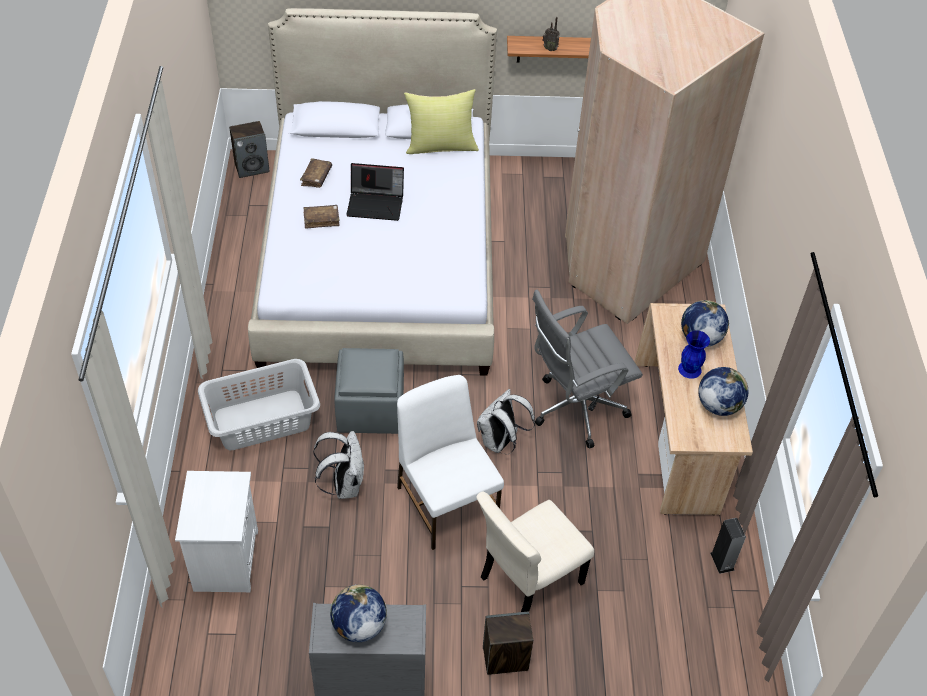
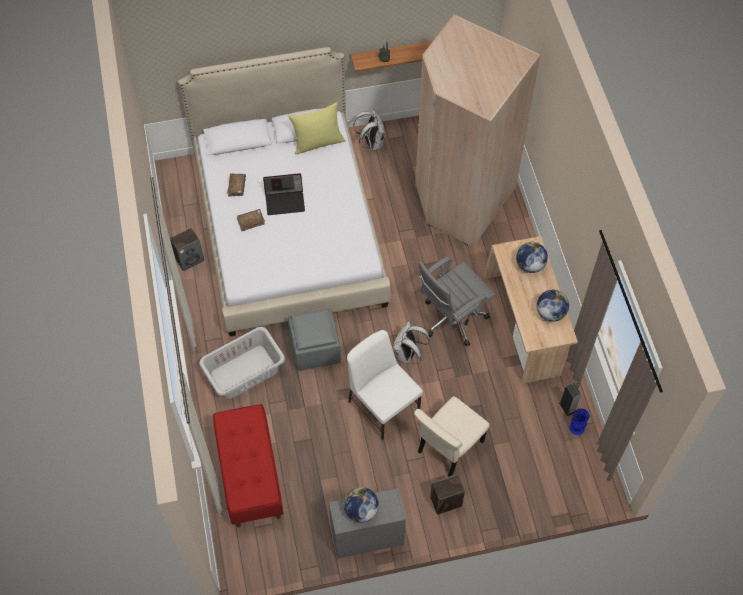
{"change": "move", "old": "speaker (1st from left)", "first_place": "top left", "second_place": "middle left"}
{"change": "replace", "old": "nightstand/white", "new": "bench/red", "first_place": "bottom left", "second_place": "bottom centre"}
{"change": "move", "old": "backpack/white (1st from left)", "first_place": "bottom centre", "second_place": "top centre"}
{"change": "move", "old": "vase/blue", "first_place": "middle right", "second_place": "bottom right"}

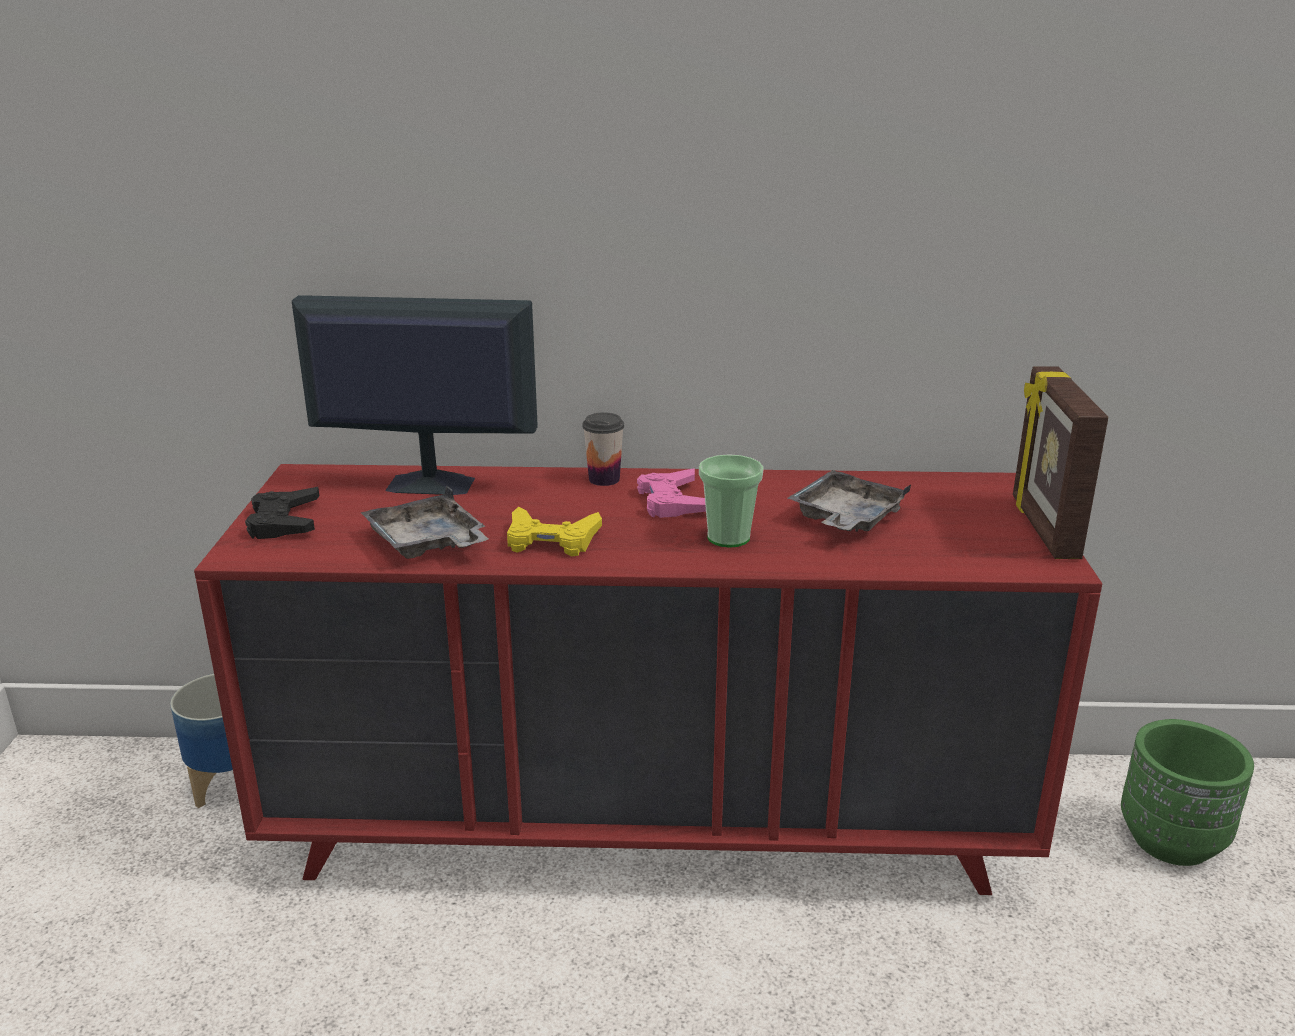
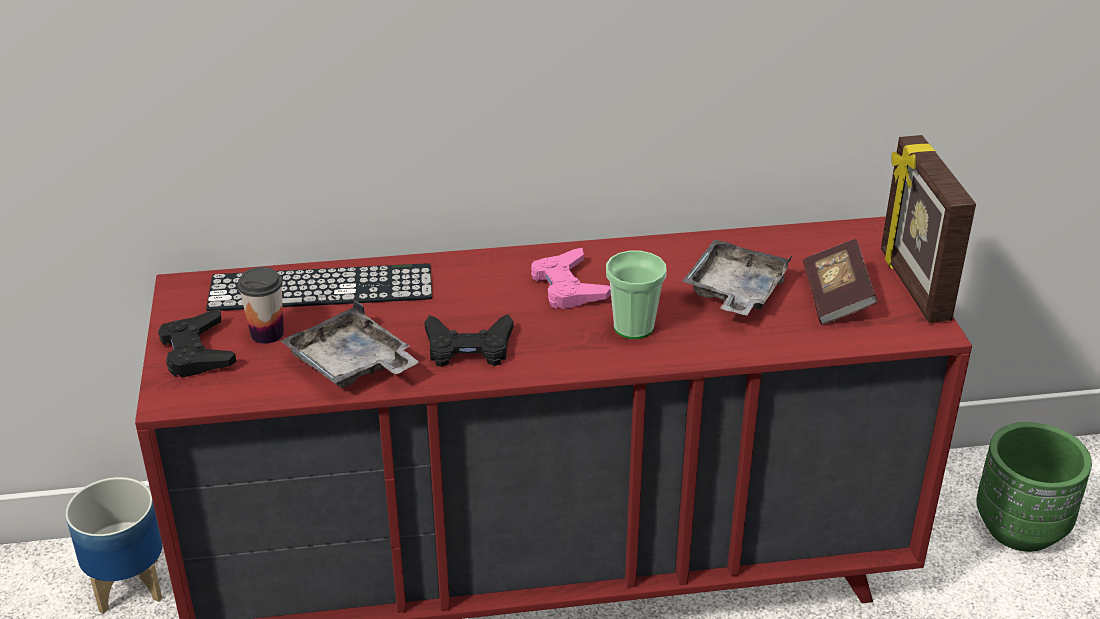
{"change": "replace", "old": "monitor", "new": "keyboard", "first_place": "middle left", "second_place": "middle left"}
{"change": "move", "old": "cup (1st from left)", "first_place": "centre", "second_place": "middle left"}
{"change": "recolor", "old": "game controller/yellow", "new": "game controller/black (2nd from left)", "first_place": "centre", "second_place": "centre"}
{"change": "insert", "new": "book", "second_place": "middle right"}

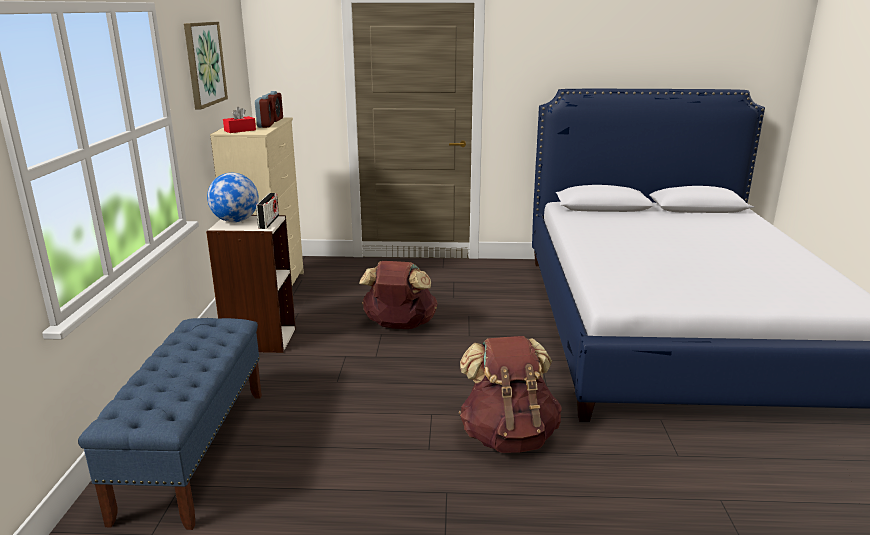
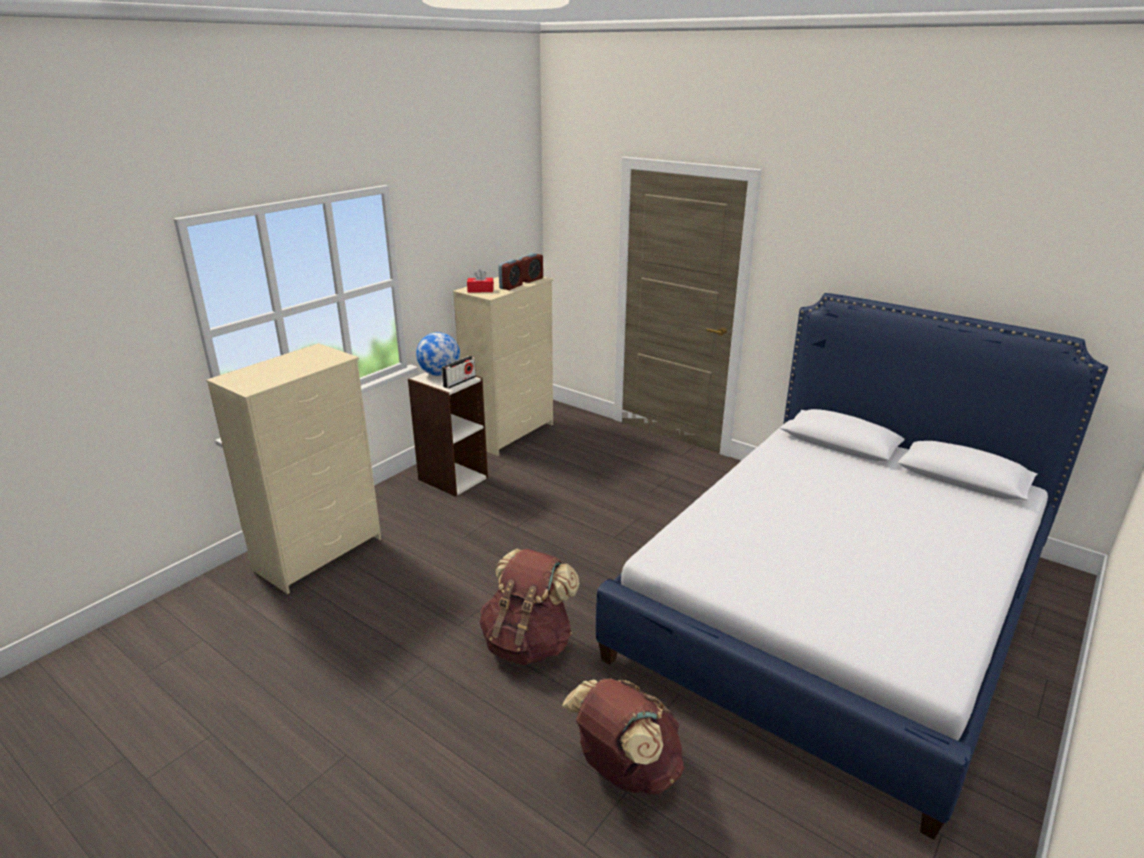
{"change": "replace", "old": "bench/blue", "new": "dresser/beige (1st from left)", "first_place": "bottom left", "second_place": "middle left"}
{"change": "move", "old": "backpack/brown (1st from left in the first image)", "new": "backpack/brown (2nd from left)", "first_place": "centre", "second_place": "bottom centre"}
{"change": "delete", "old": "picture", "first_place": "top left"}

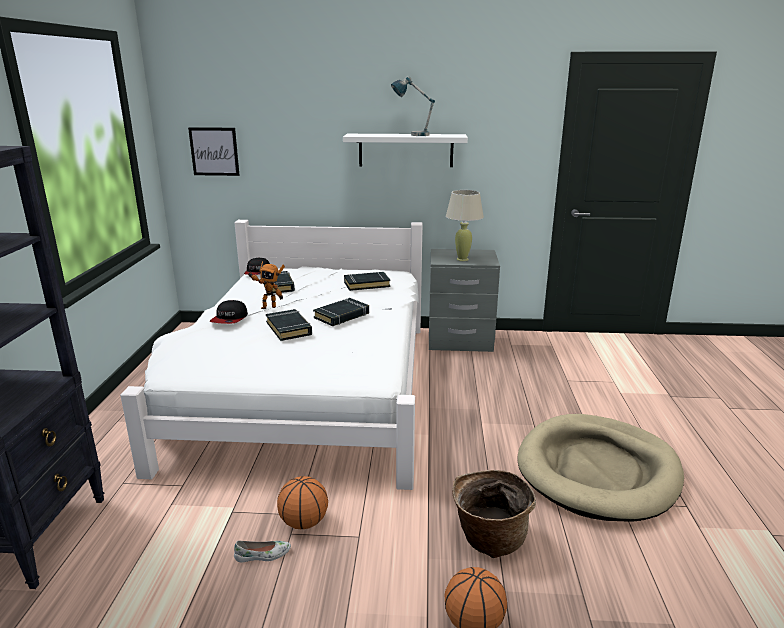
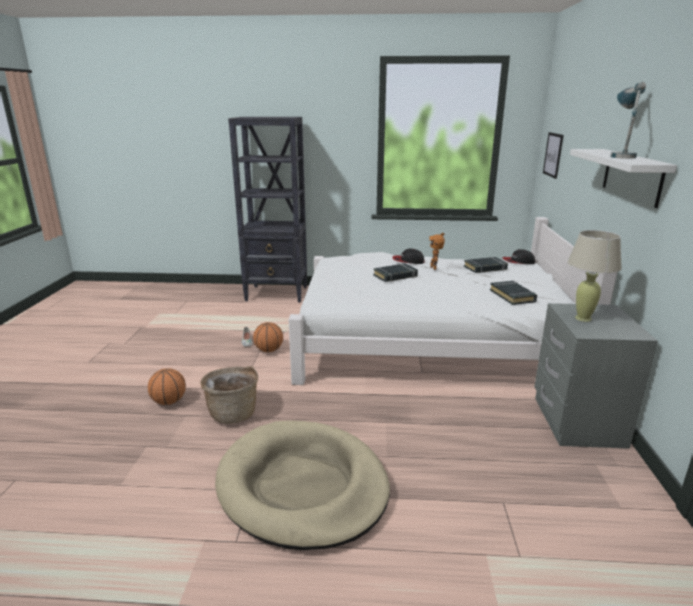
{"change": "delete", "old": "book/black (3rd from left)", "first_place": "centre"}

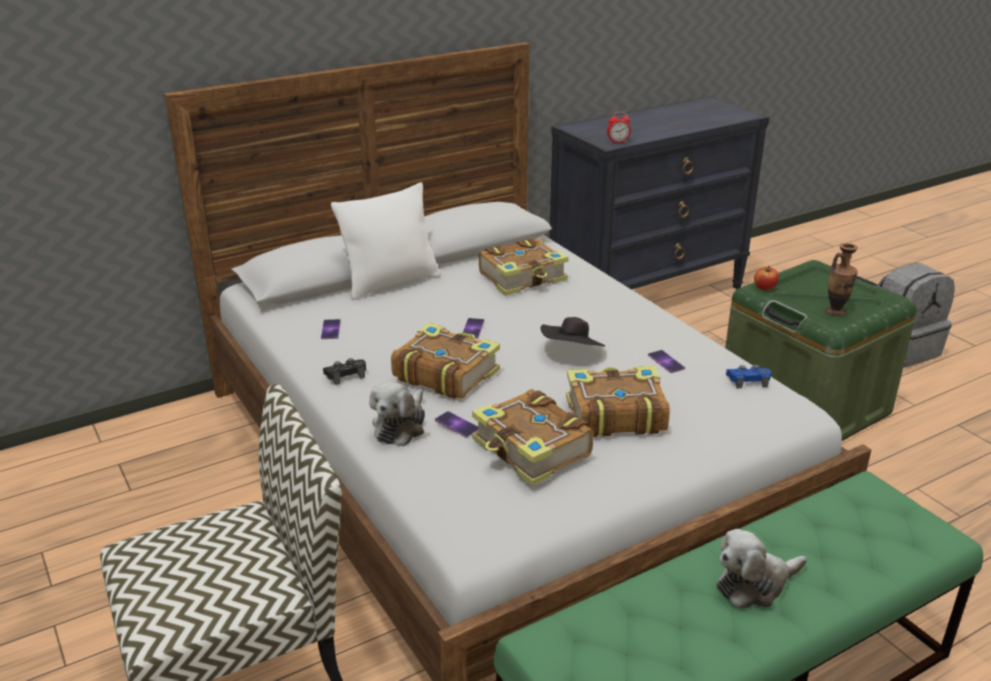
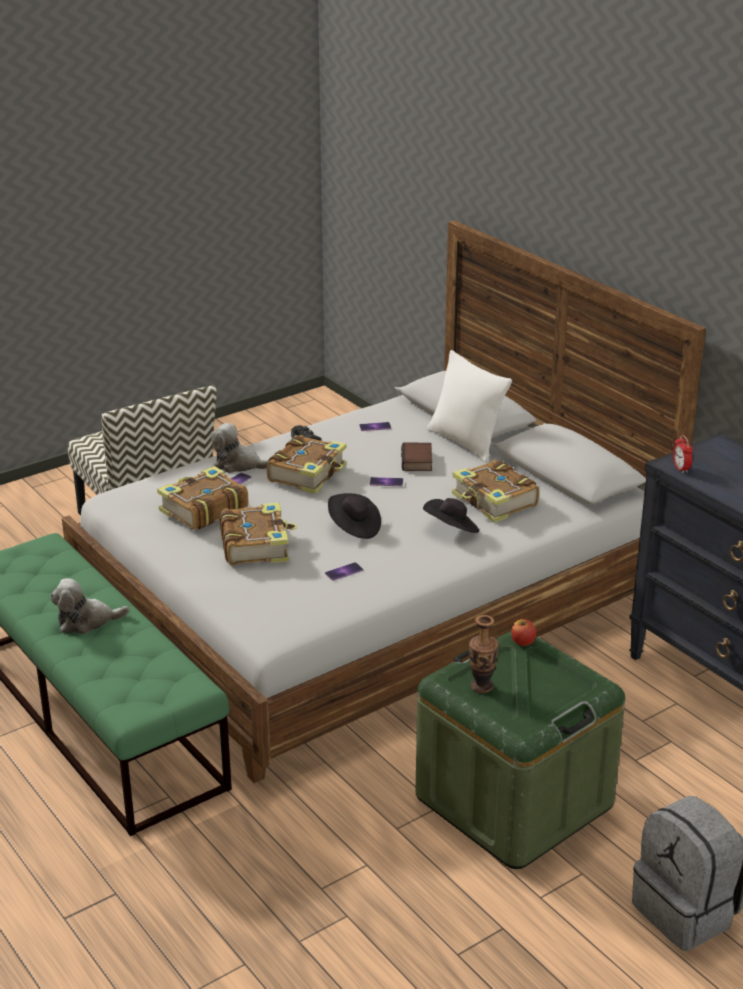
{"change": "rotate", "old": "plush toy (2nd from left in the first image)", "first_place": "bottom right", "second_place": "middle left", "degrees": -75}
{"change": "insert", "new": "book (4th from left)", "second_place": "centre"}
{"change": "insert", "new": "hat/black (2nd from left)", "second_place": "centre"}
{"change": "delete", "old": "game controller/blue", "first_place": "middle right"}

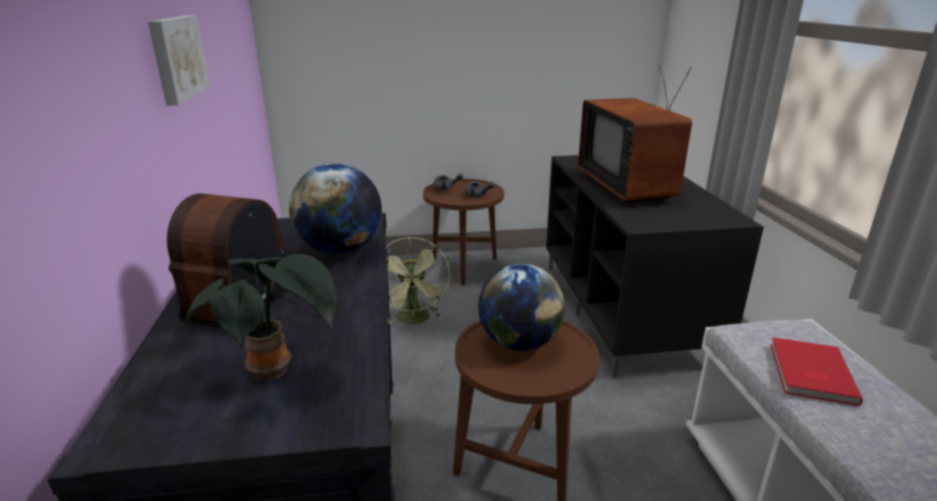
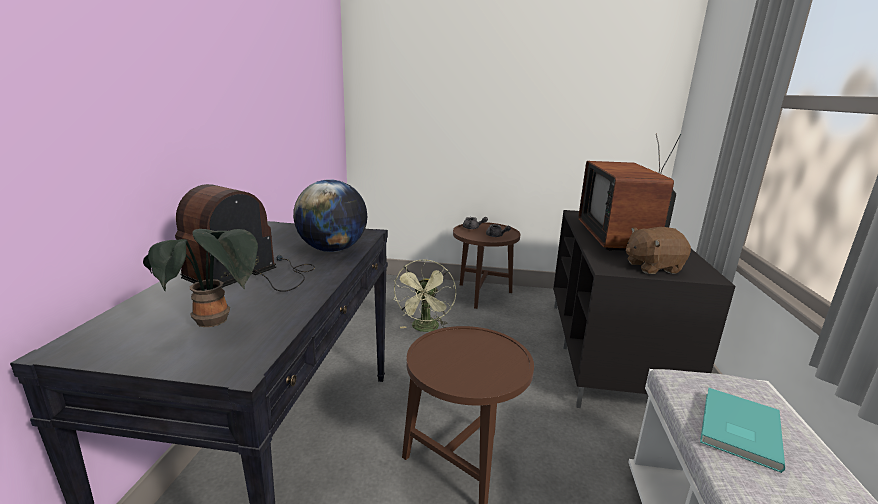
{"change": "insert", "new": "plush toy/brown", "second_place": "middle right"}
{"change": "recolor", "old": "book/red", "new": "book/turquoise", "first_place": "bottom right", "second_place": "bottom right"}
{"change": "delete", "old": "picture", "first_place": "top left"}
{"change": "delete", "old": "globe (2nd from left)", "first_place": "centre"}

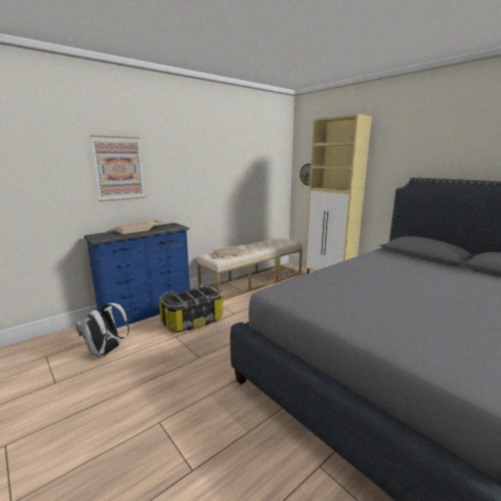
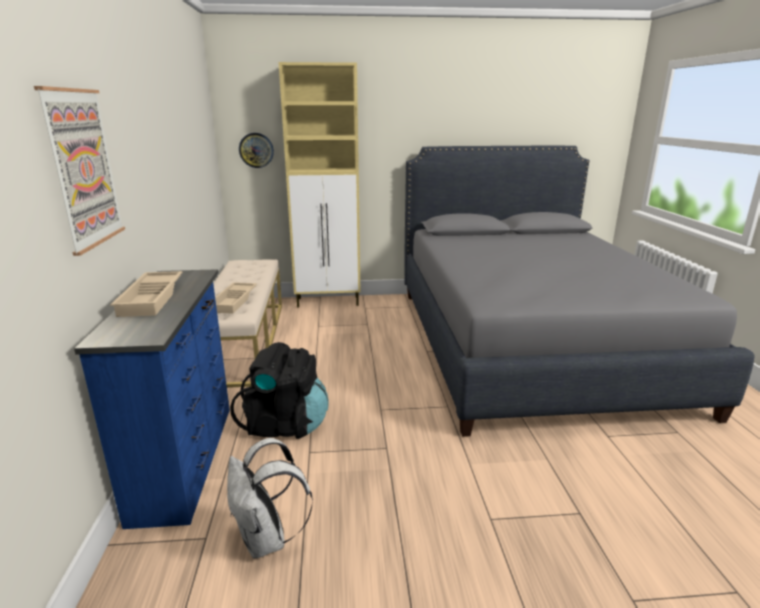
{"change": "replace", "old": "storage box", "new": "backpack/black", "first_place": "centre", "second_place": "centre"}

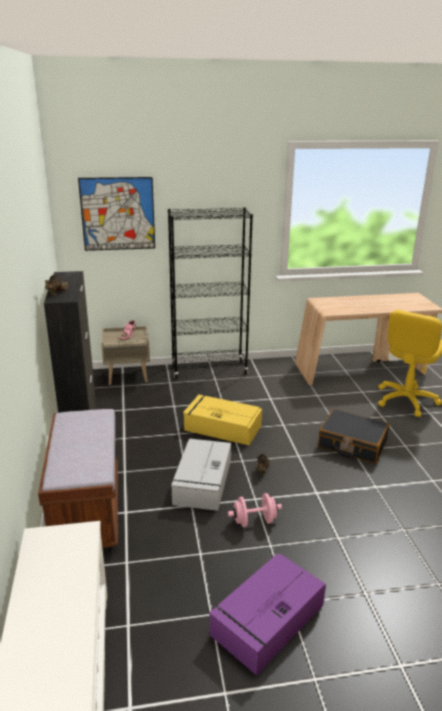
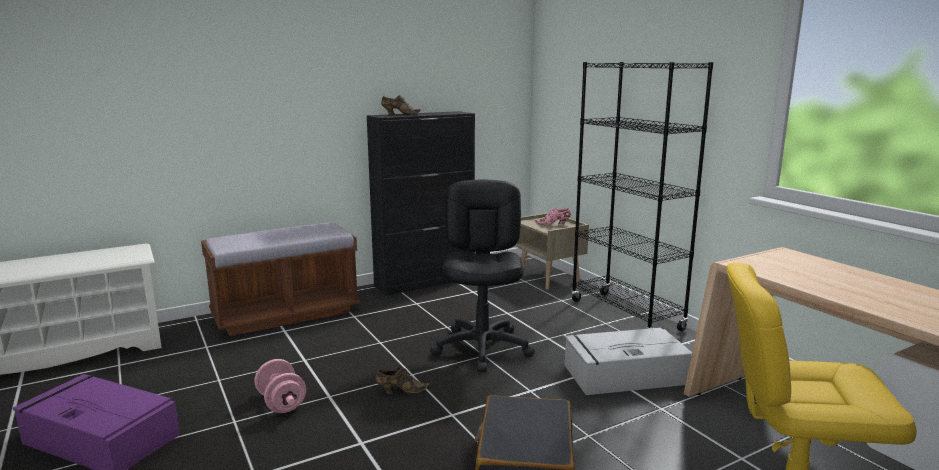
{"change": "replace", "old": "storage box/yellow", "new": "office chair/black", "first_place": "centre", "second_place": "centre"}
{"change": "move", "old": "storage box/grey", "first_place": "bottom centre", "second_place": "bottom right"}
{"change": "delete", "old": "picture", "first_place": "top left"}

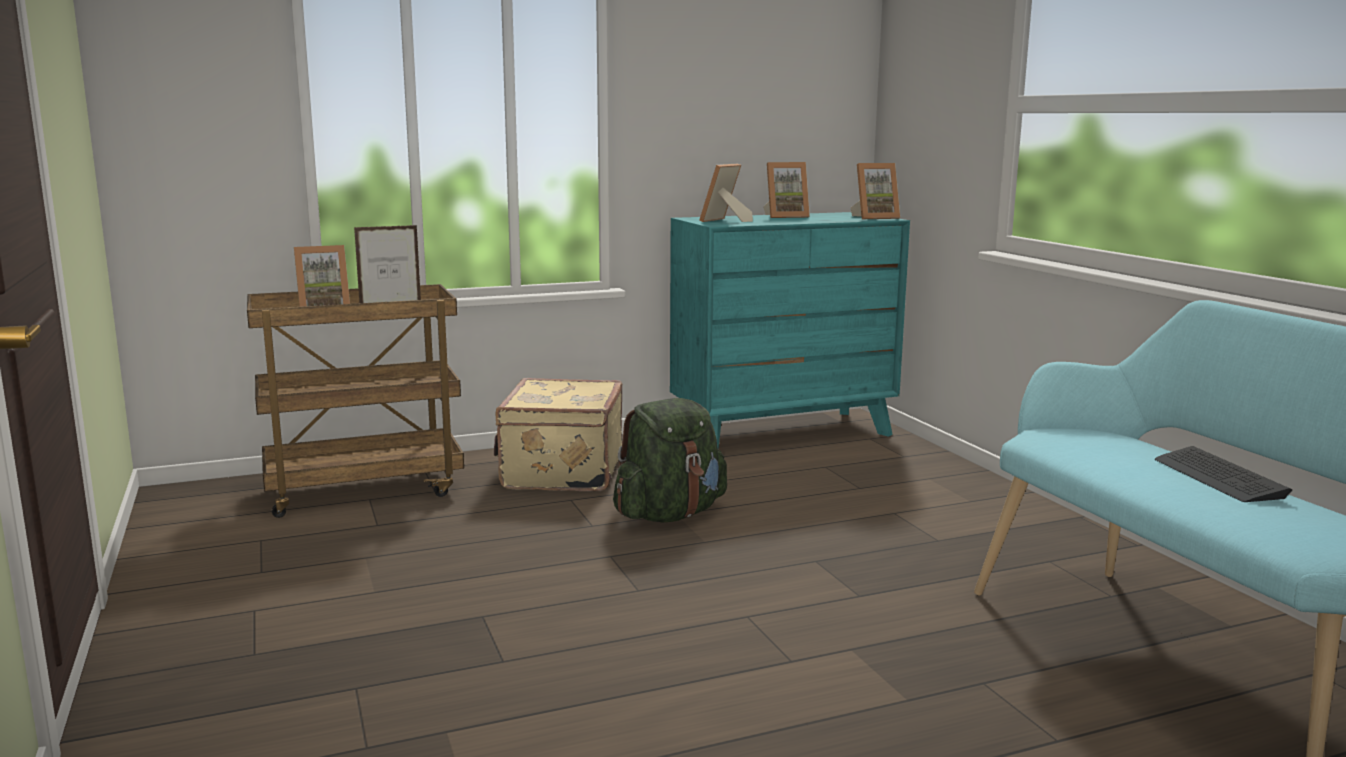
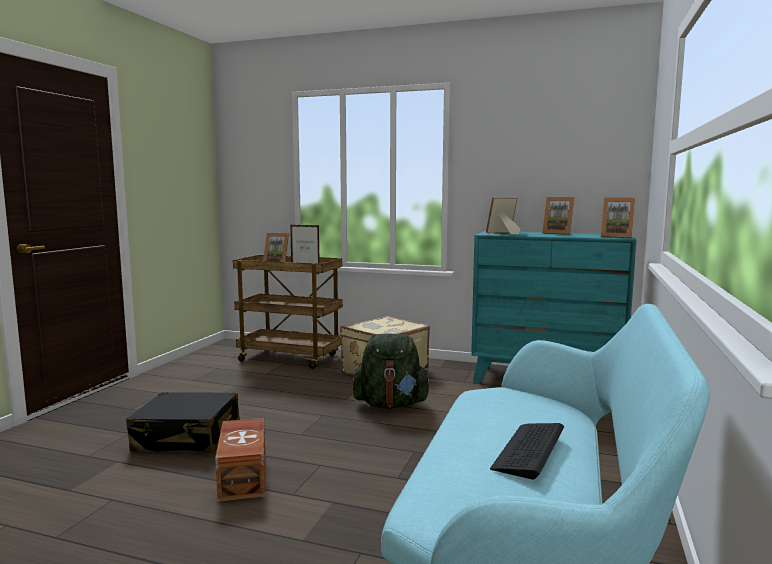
{"change": "insert", "new": "suitcase/black", "second_place": "bottom left"}
{"change": "insert", "new": "storage box/brown", "second_place": "bottom left"}

